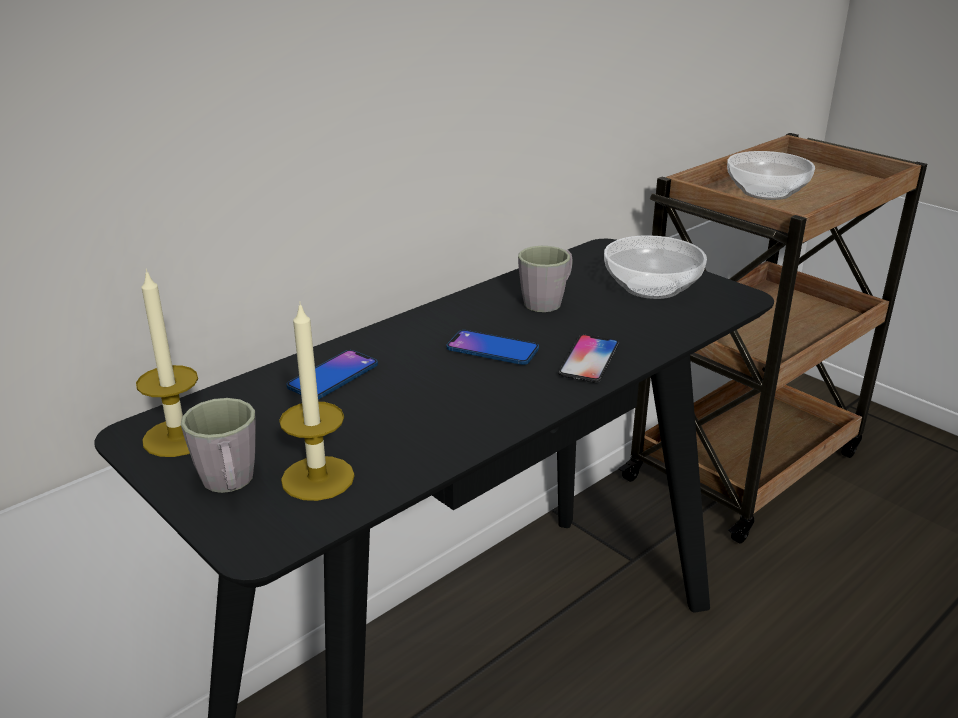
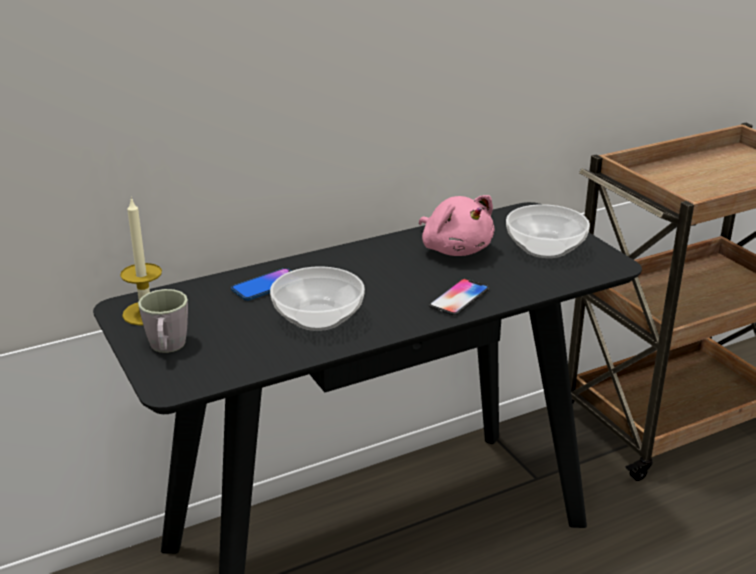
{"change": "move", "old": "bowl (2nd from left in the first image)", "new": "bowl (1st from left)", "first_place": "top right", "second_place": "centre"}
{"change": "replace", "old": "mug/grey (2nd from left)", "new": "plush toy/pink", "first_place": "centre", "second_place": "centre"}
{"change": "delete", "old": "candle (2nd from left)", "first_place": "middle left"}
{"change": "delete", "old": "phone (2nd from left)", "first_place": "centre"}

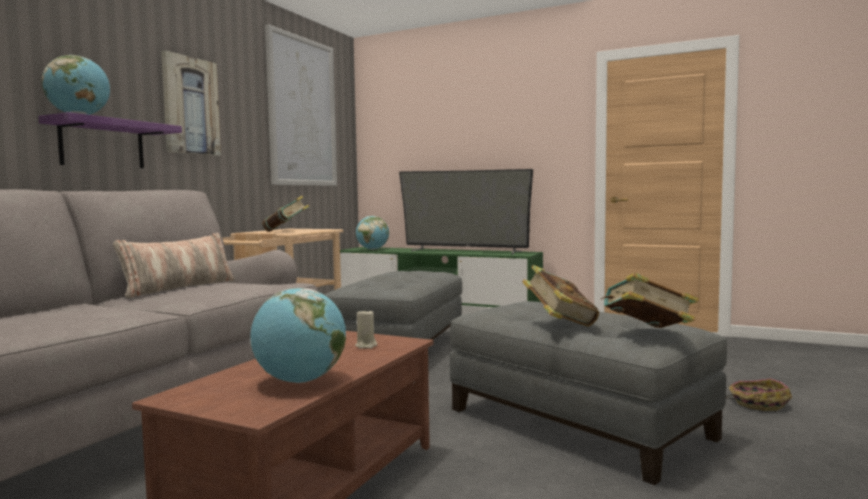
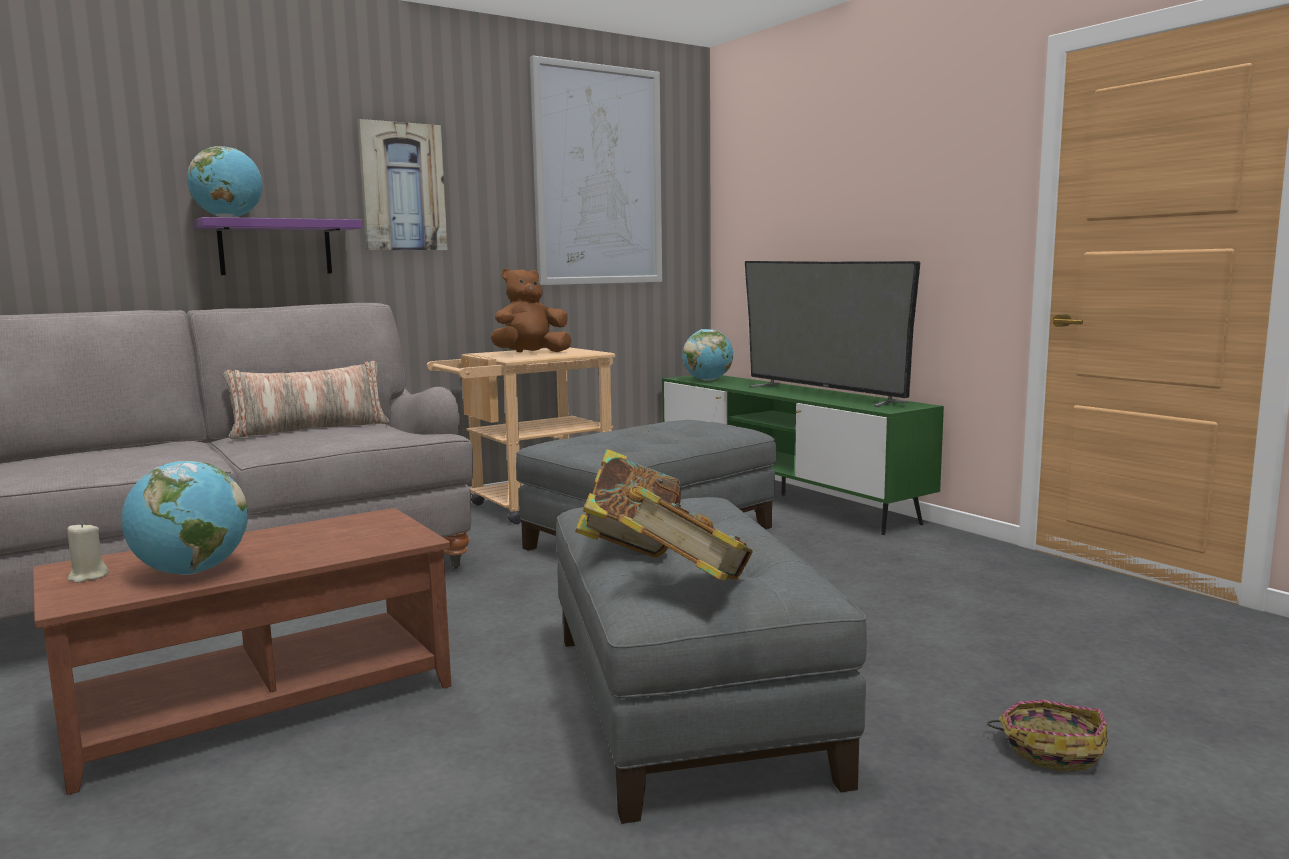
{"change": "move", "old": "candle/beige", "first_place": "centre", "second_place": "middle left"}
{"change": "replace", "old": "book (1st from left)", "new": "plush toy/brown", "first_place": "middle left", "second_place": "centre"}

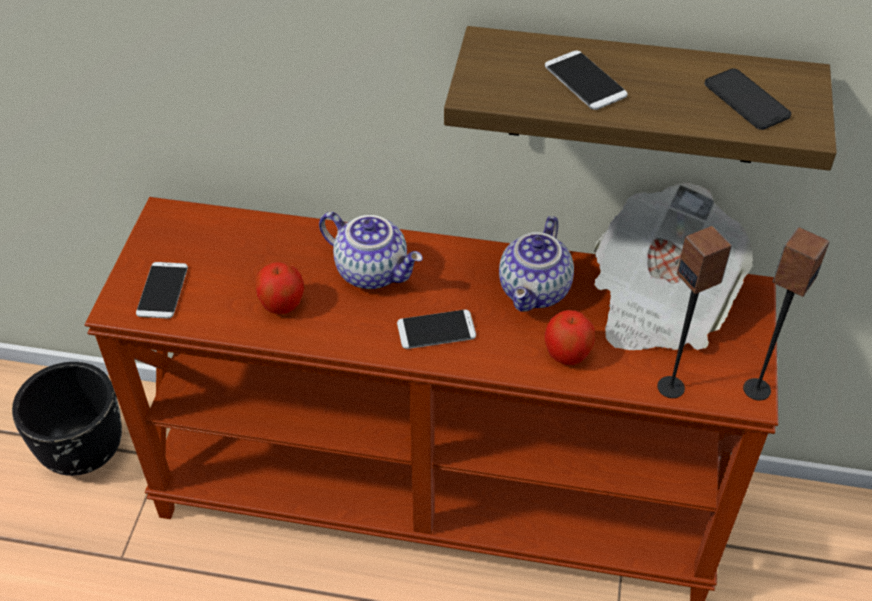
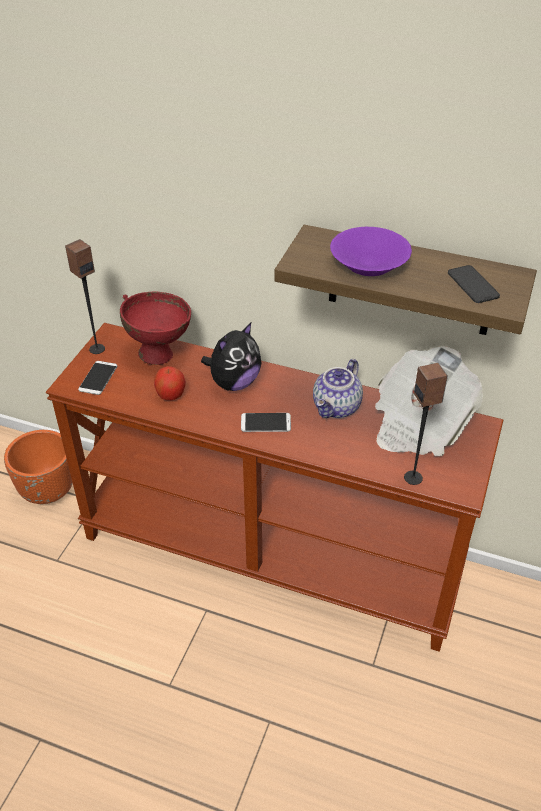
{"change": "recolor", "old": "planter/black", "new": "planter/orange", "first_place": "bottom left", "second_place": "middle left"}
{"change": "move", "old": "speaker (2nd from left in the first image)", "new": "speaker (1st from left)", "first_place": "middle right", "second_place": "middle left"}
{"change": "insert", "new": "bowl/red", "second_place": "middle left"}
{"change": "replace", "old": "teapot (1st from left)", "new": "plush toy", "first_place": "centre", "second_place": "centre"}
{"change": "replace", "old": "phone (3rd from left)", "new": "bowl/purple", "first_place": "top right", "second_place": "top right"}
{"change": "delete", "old": "apple (2nd from left)", "first_place": "centre"}

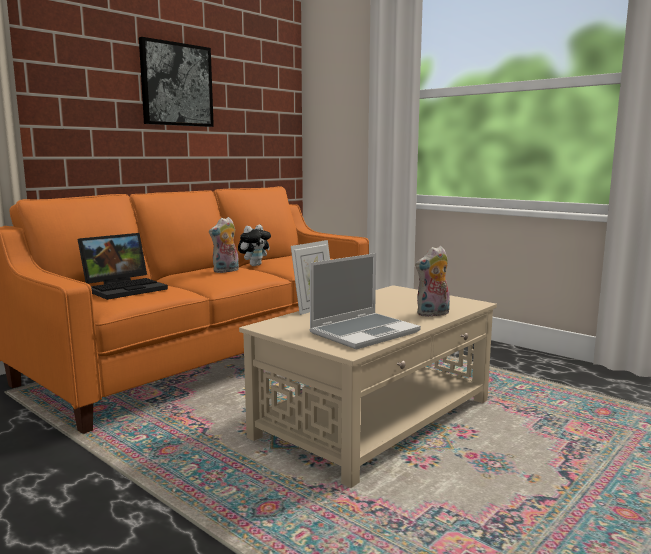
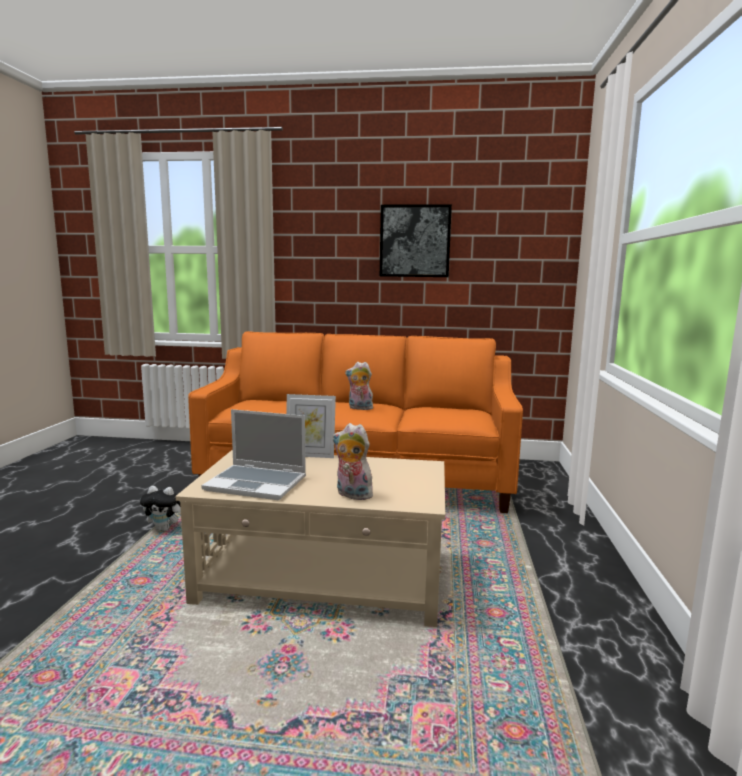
{"change": "move", "old": "plush toy (2nd from left in the first image)", "new": "plush toy (1st from left)", "first_place": "centre", "second_place": "middle left"}
{"change": "delete", "old": "laptop (1st from left)", "first_place": "middle left"}

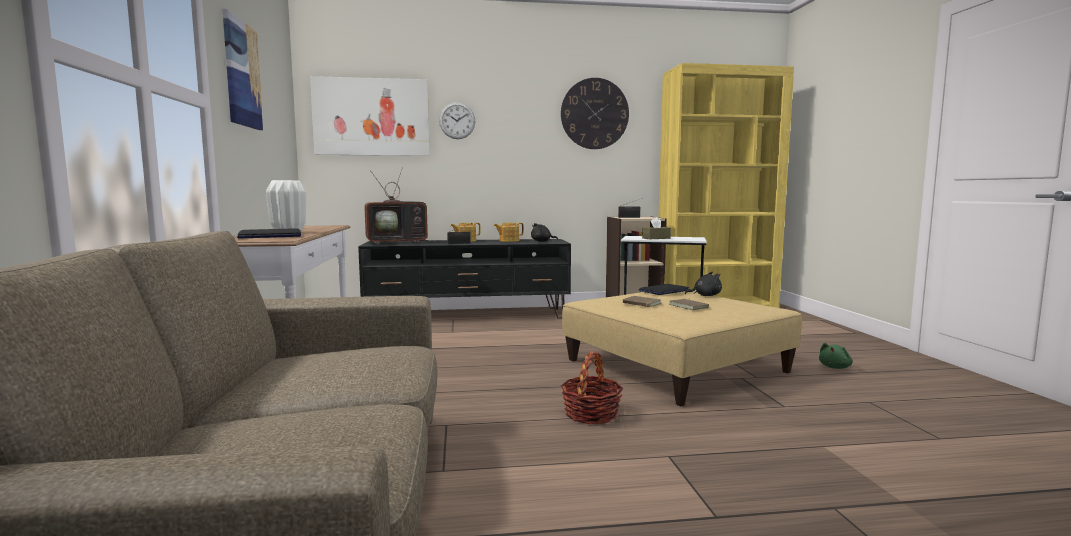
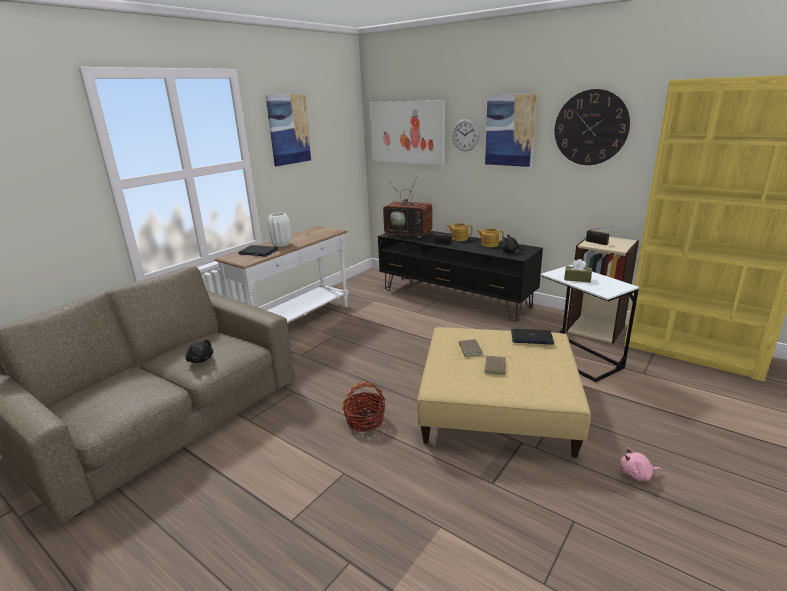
{"change": "move", "old": "plush toy/black (2nd from left in the first image)", "new": "plush toy/black (1st from left)", "first_place": "centre", "second_place": "middle left"}
{"change": "insert", "new": "picture (3rd from left)", "second_place": "top centre"}
{"change": "recolor", "old": "plush toy/green", "new": "plush toy/pink", "first_place": "middle right", "second_place": "bottom right"}

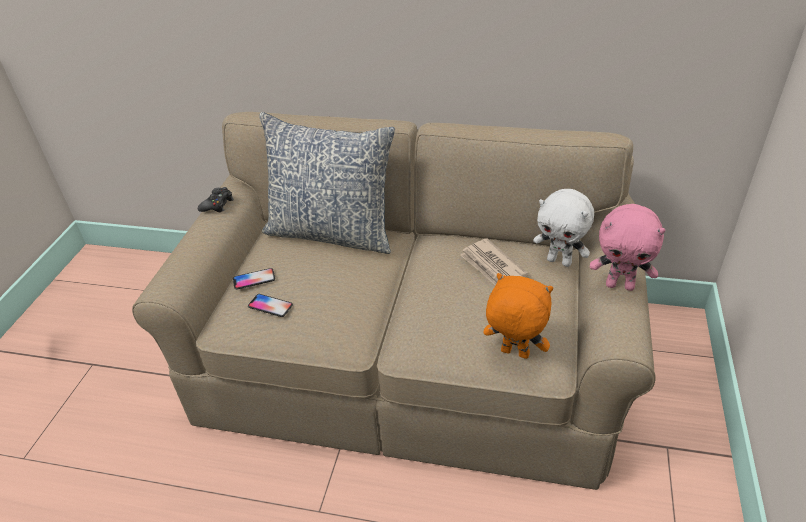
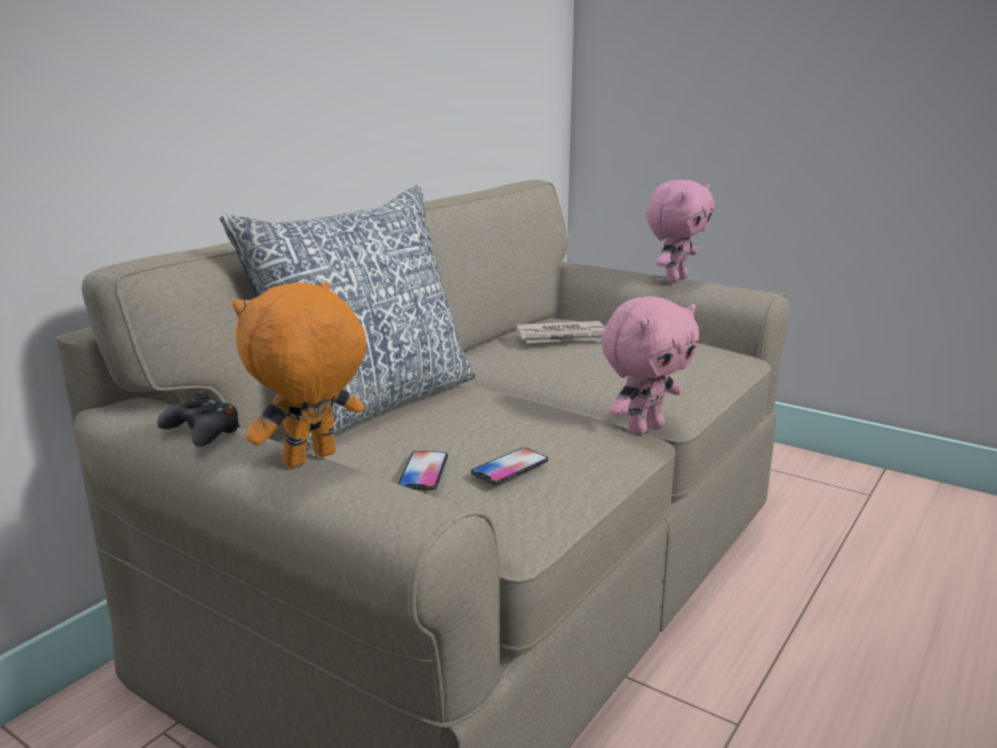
{"change": "move", "old": "plush toy/orange", "first_place": "centre", "second_place": "middle left"}
{"change": "insert", "new": "plush toy/pink (1st from left)", "second_place": "centre"}
{"change": "delete", "old": "plush toy/white", "first_place": "middle right"}

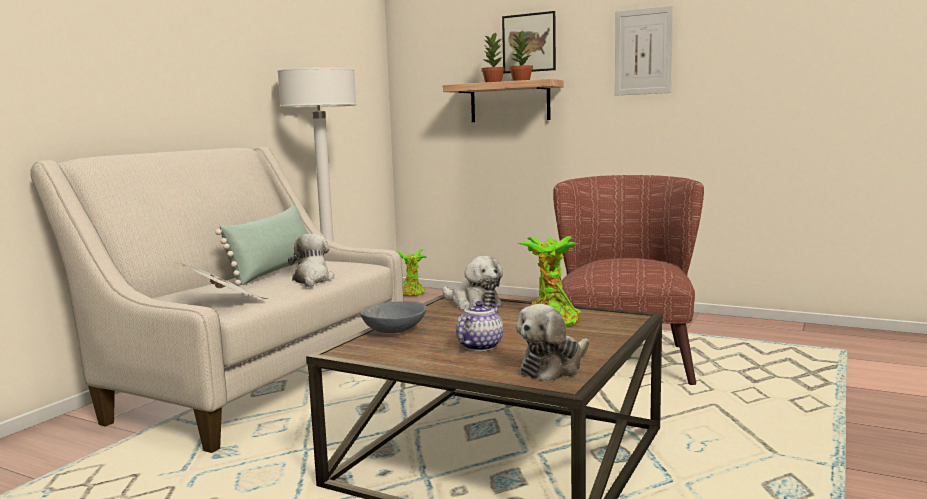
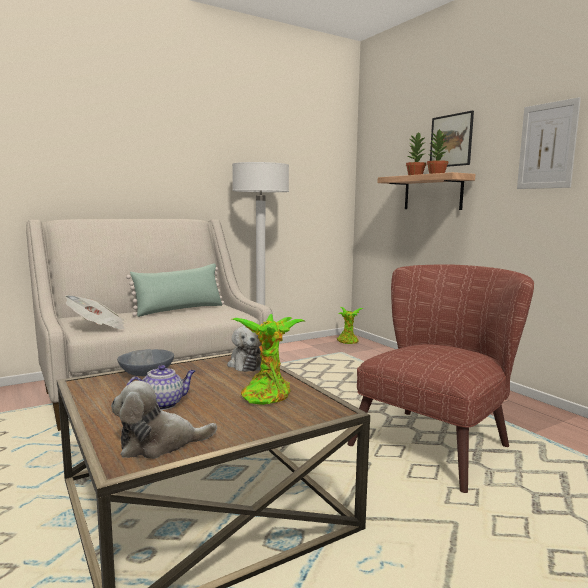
{"change": "delete", "old": "plush toy (1st from left)", "first_place": "centre"}

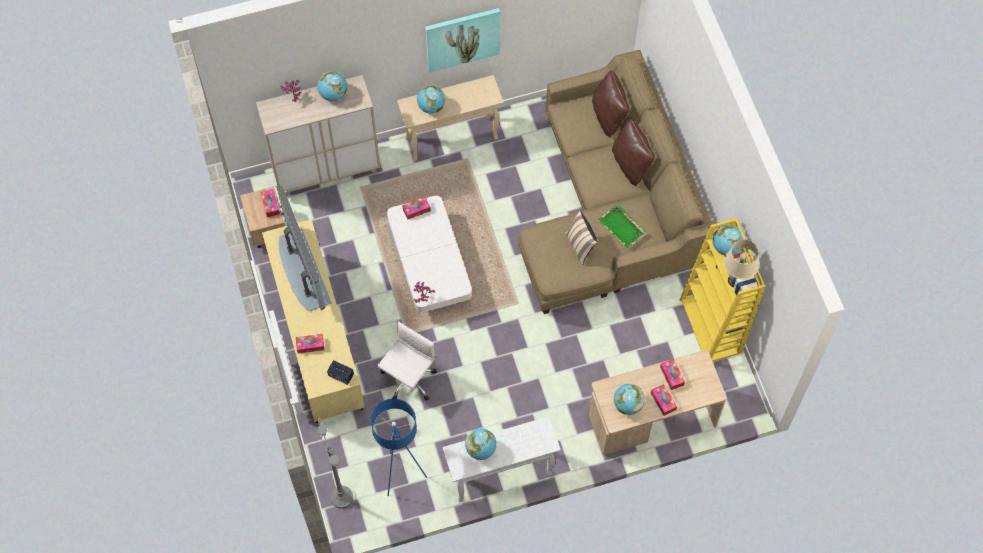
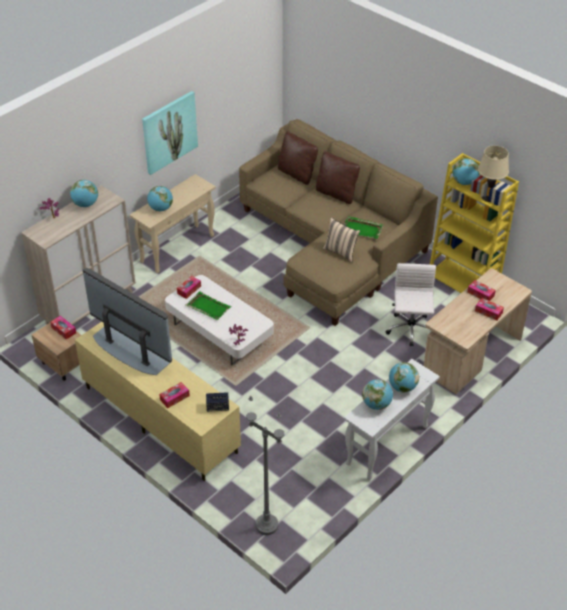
{"change": "insert", "new": "tray/green (1st from left)", "second_place": "centre"}
{"change": "move", "old": "office chair/white", "first_place": "centre", "second_place": "middle right"}
{"change": "move", "old": "globe (4th from left)", "first_place": "bottom centre", "second_place": "middle right"}
{"change": "delete", "old": "floor lamp/blue", "first_place": "bottom centre"}

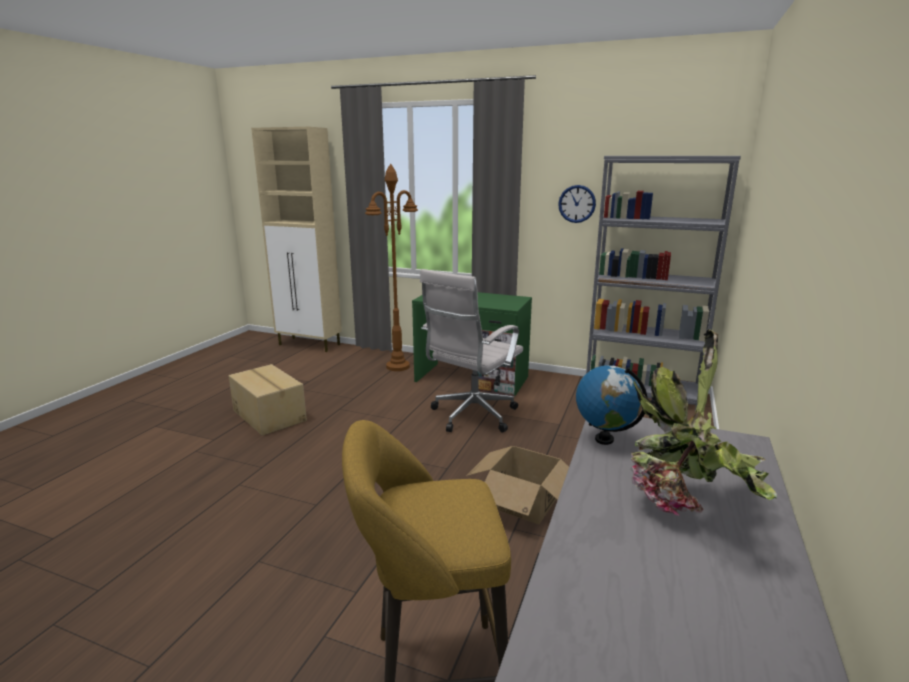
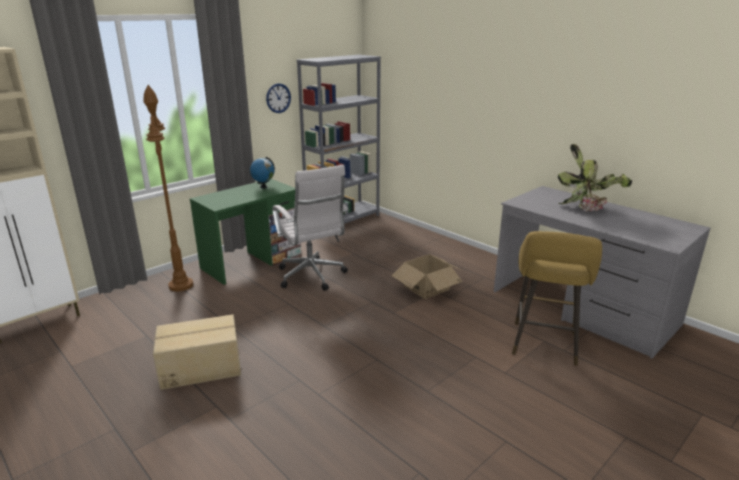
{"change": "move", "old": "globe", "first_place": "middle right", "second_place": "centre"}

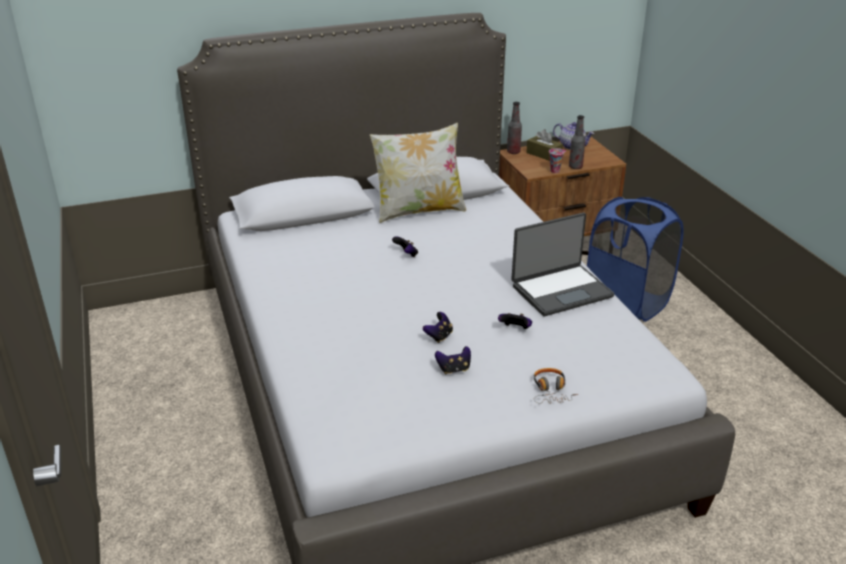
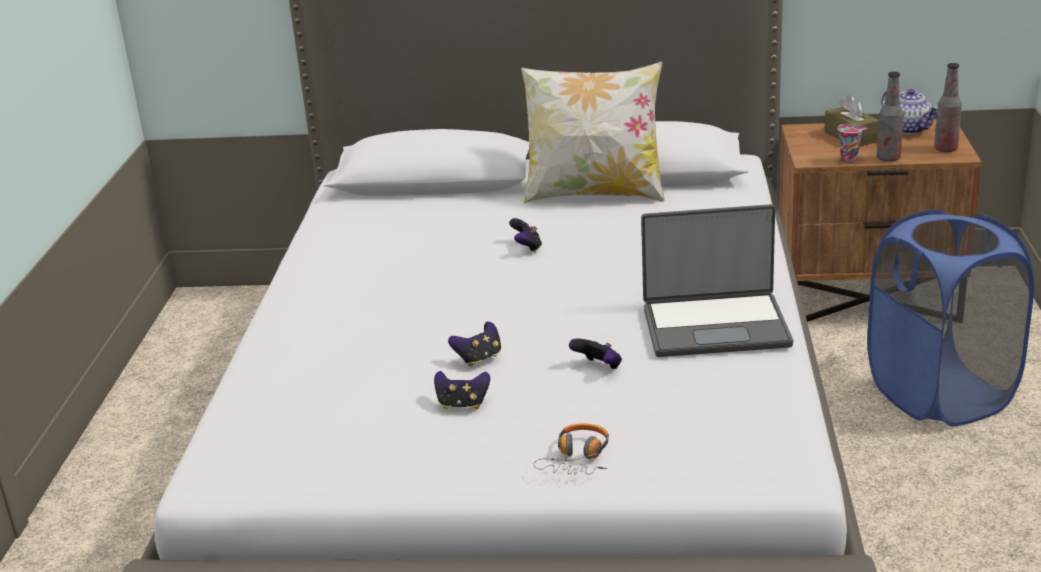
{"change": "move", "old": "bottle (1st from left in the first image)", "new": "bottle (2nd from left)", "first_place": "top centre", "second_place": "top right"}

